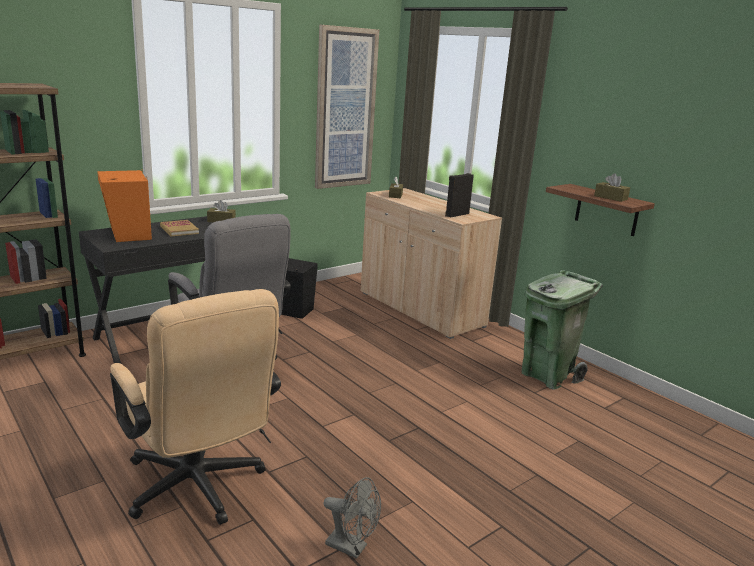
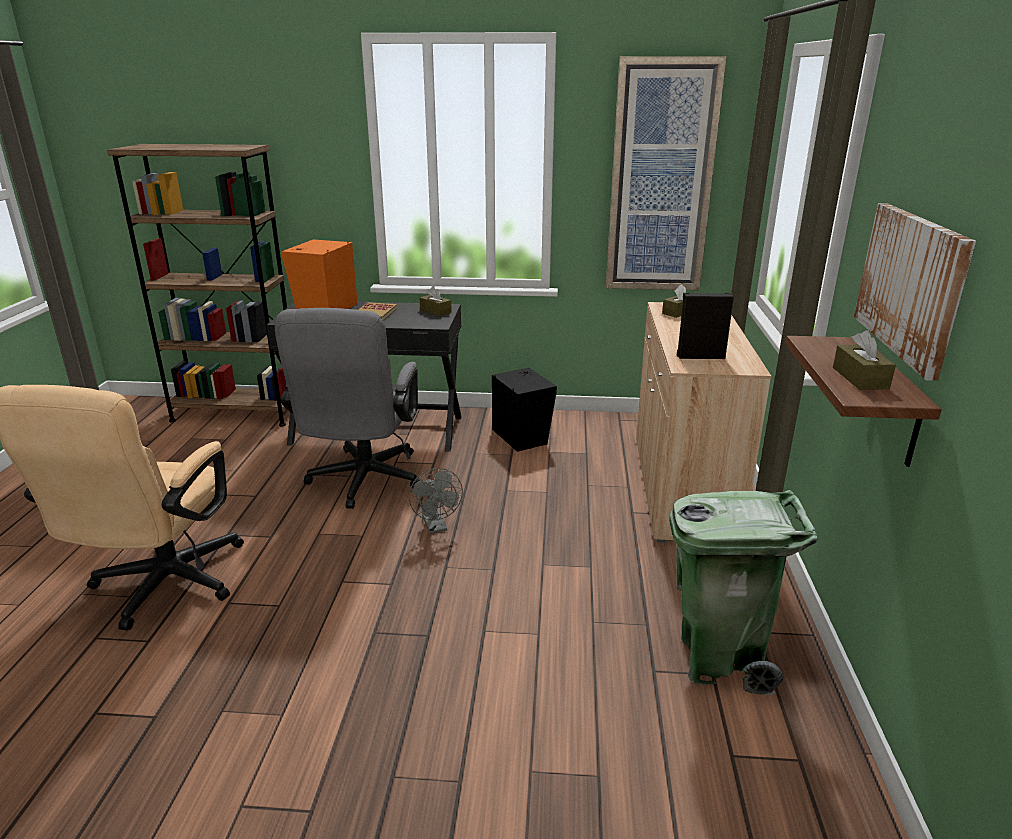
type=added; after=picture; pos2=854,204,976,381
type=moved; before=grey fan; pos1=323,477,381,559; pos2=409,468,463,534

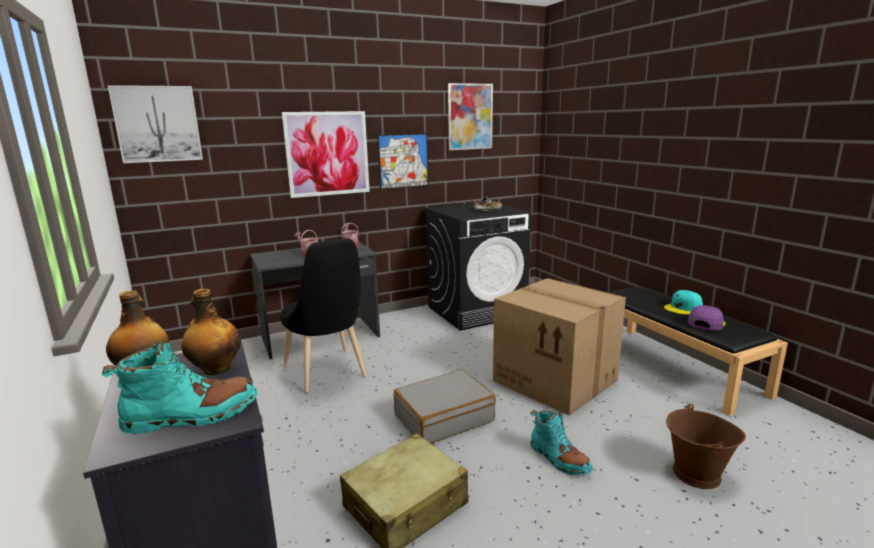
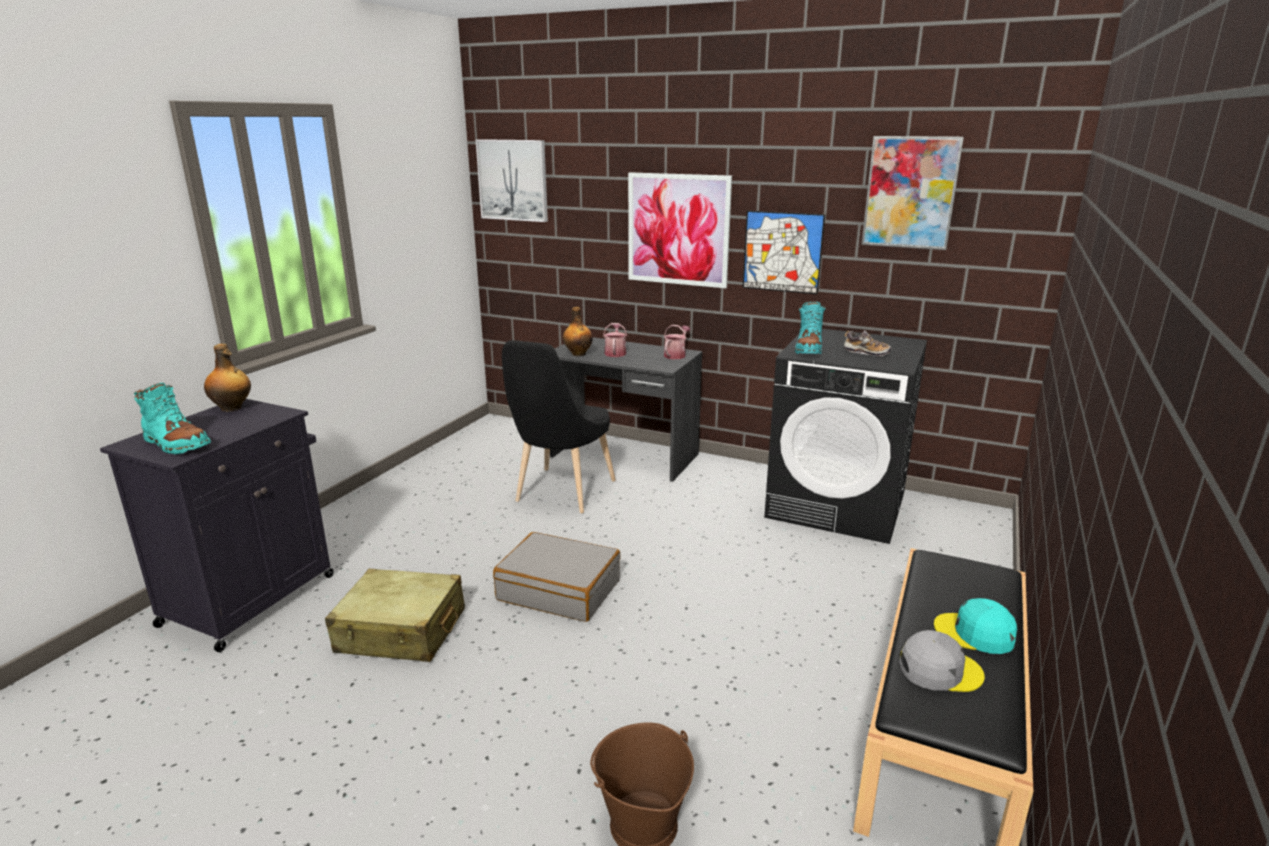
type=removed; before=cardboard box; pos1=493,278,626,415
type=moved; before=bottle; pos1=181,289,241,375; pos2=563,307,593,356
type=moved; before=turquoise boot; pos1=530,410,593,476; pos2=795,302,825,354
type=recoloured; before=purple cap; after=grey cap; pos1=688,305,726,331; pos2=899,630,985,692

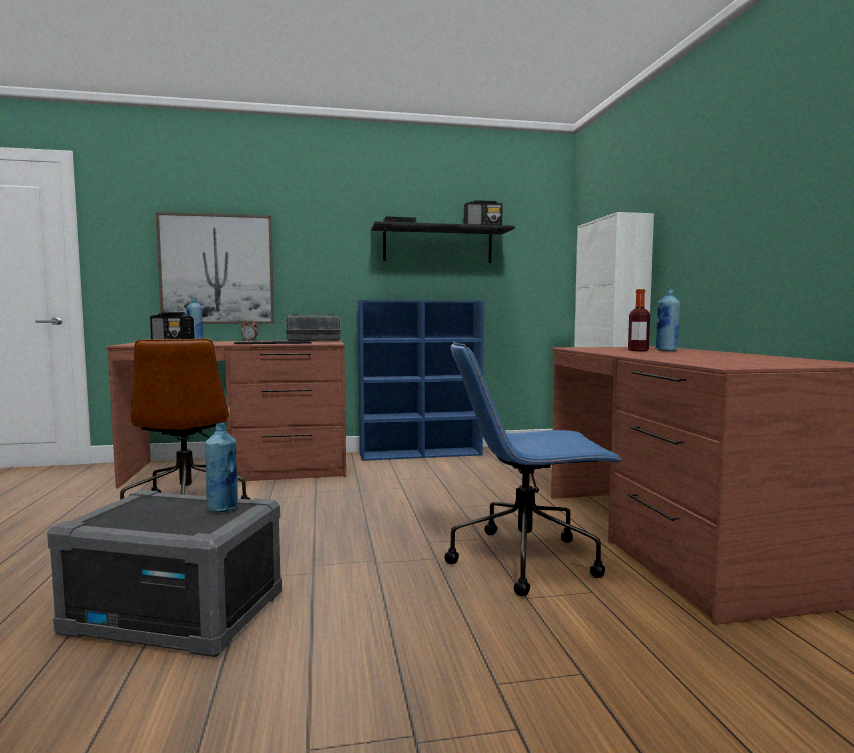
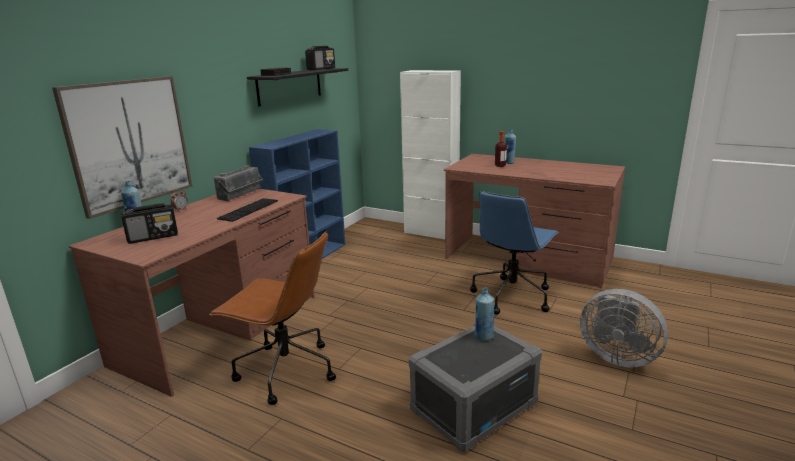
type=added; after=grey fan; pos2=580,289,668,367

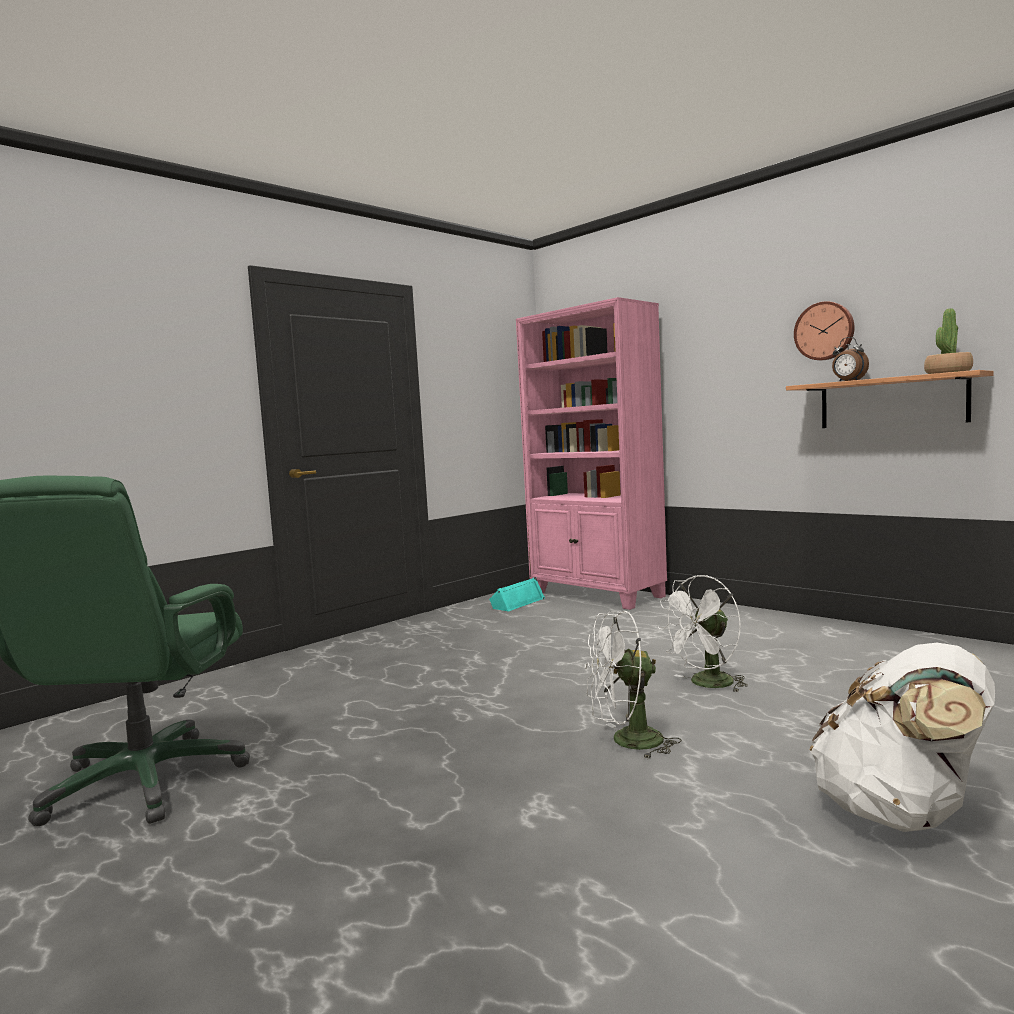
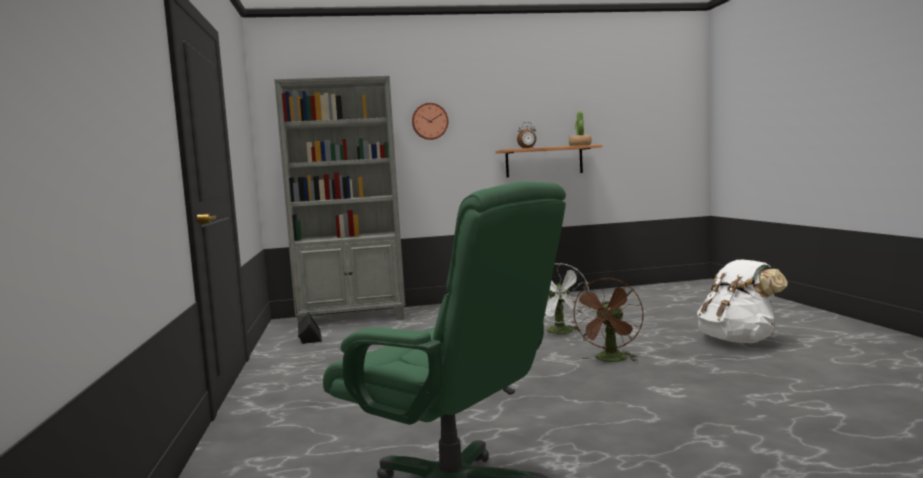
type=moved; before=wall clock; pos1=794,301,854,360; pos2=412,103,448,140
type=recoloured; before=turquoise speaker; after=black speaker; pos1=489,577,545,612; pos2=298,312,322,344
type=recoloured; before=pink bookcase; after=grey bookcase; pos1=516,297,667,610; pos2=274,76,405,323
type=recoloured; before=white fan; after=brown fan; pos1=585,610,682,760; pos2=572,278,644,362

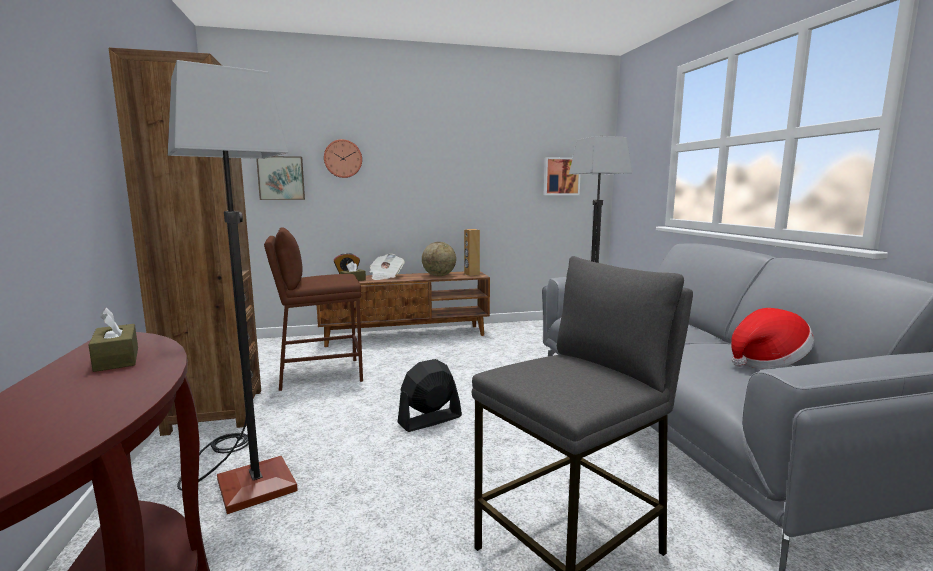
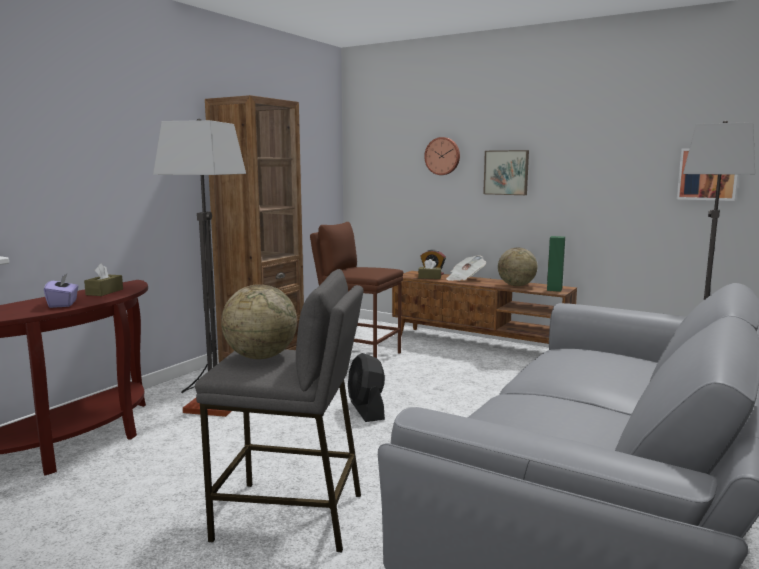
type=removed; before=hat; pos1=731,308,814,369
type=added; after=purple tissue box; pos2=44,273,79,308
type=added; after=globe; pos2=221,284,297,359
type=moved; before=picture; pos1=256,156,305,200; pos2=483,150,529,195
type=recoloured; before=brown speaker; after=green speaker; pos1=464,229,480,276; pos2=547,236,565,292
type=turned; before=black fan; pos1=397,359,462,432; pos2=348,353,385,422; turn=-120

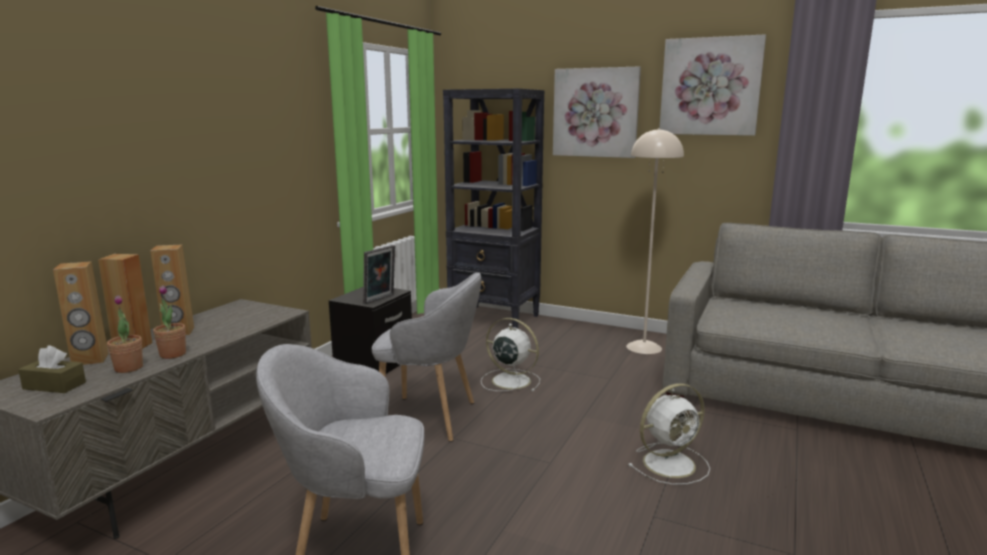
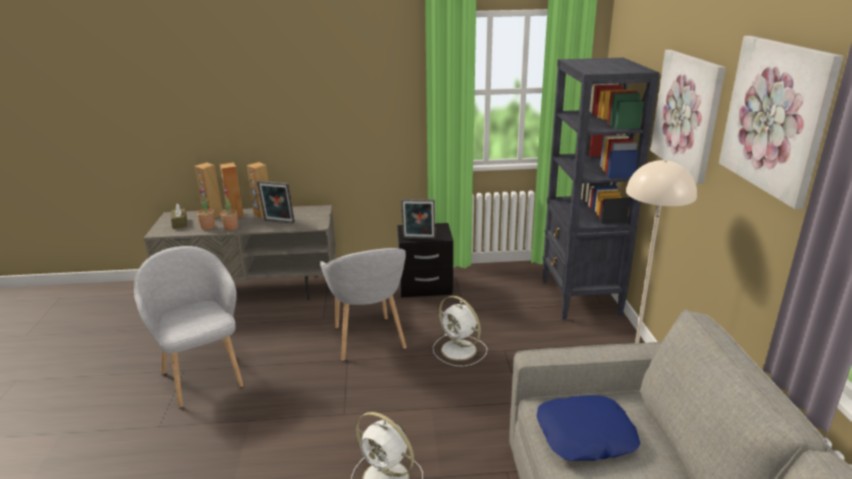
type=added; after=picture frame; pos2=257,181,295,224
type=added; after=blue pillow; pos2=536,395,641,461
type=turned; before=white fan; pos1=481,318,540,391; pos2=433,296,487,367; turn=135

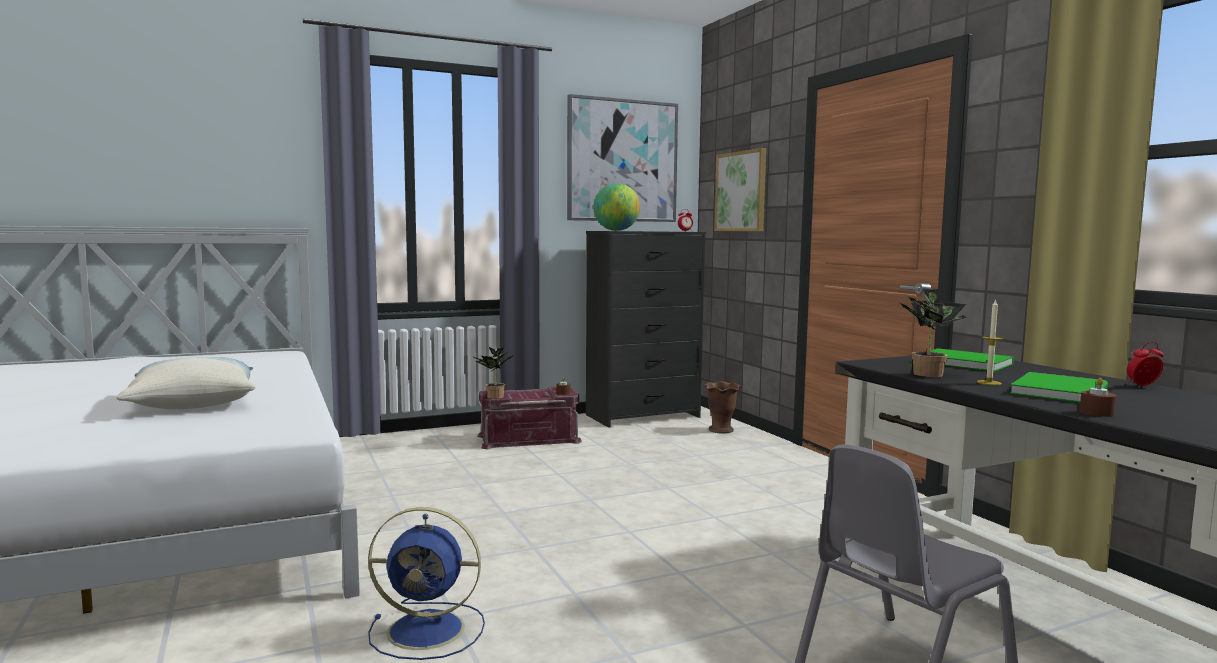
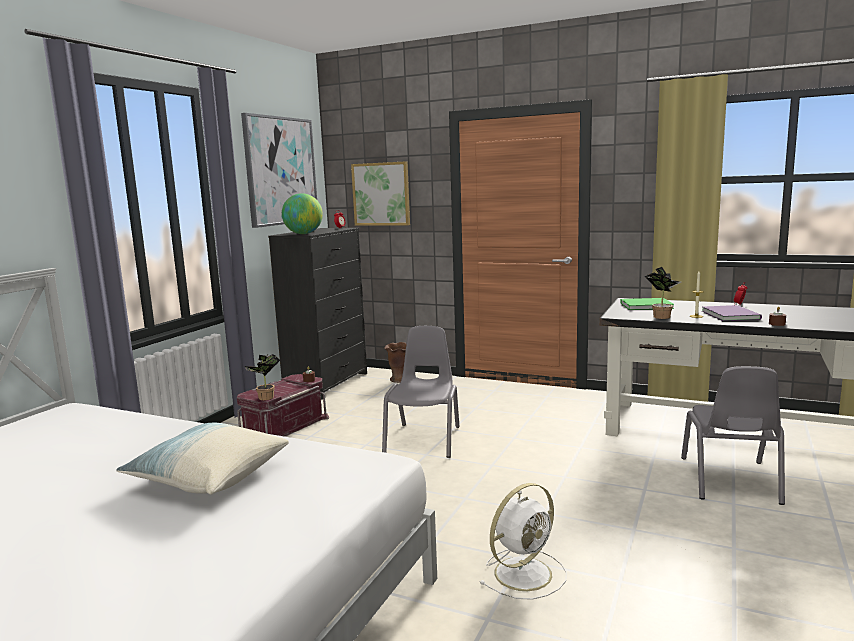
type=added; after=grey chair; pos2=382,326,459,458
type=recoloured; before=blue fan; after=white fan; pos1=368,507,485,660; pos2=479,483,567,600
type=recoloured; before=green book; after=purple book; pos1=1010,372,1108,403; pos2=702,305,762,321

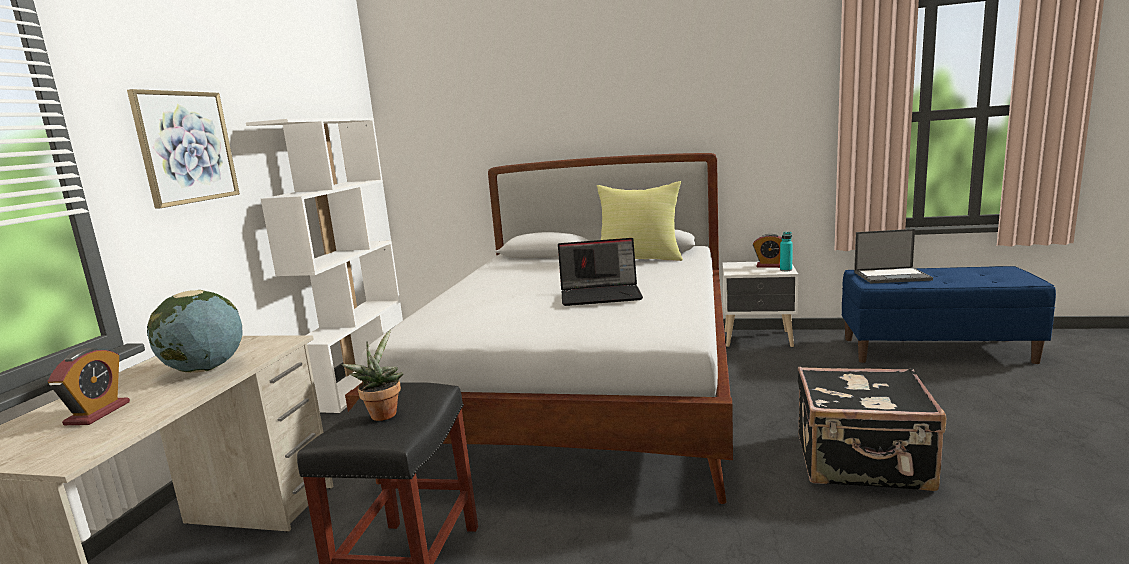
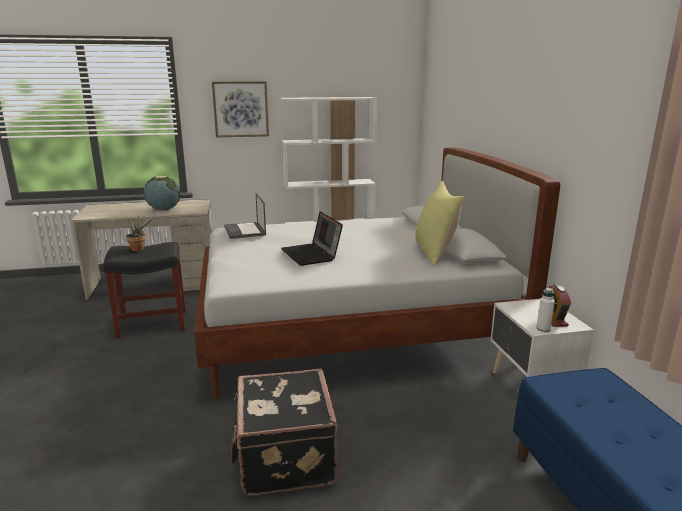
type=removed; before=alarm clock; pos1=48,348,130,425
type=moved; before=laptop; pos1=854,229,933,283; pos2=224,193,266,239
type=recoloured; before=turquoise bottle; after=white bottle; pos1=780,232,793,271; pos2=536,287,555,332

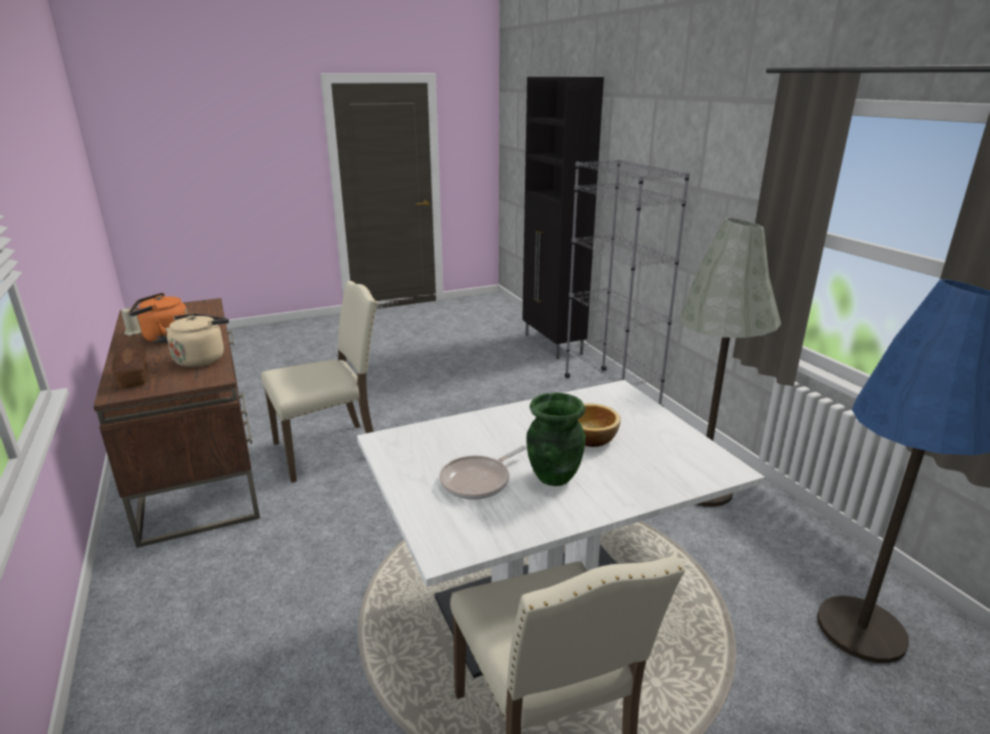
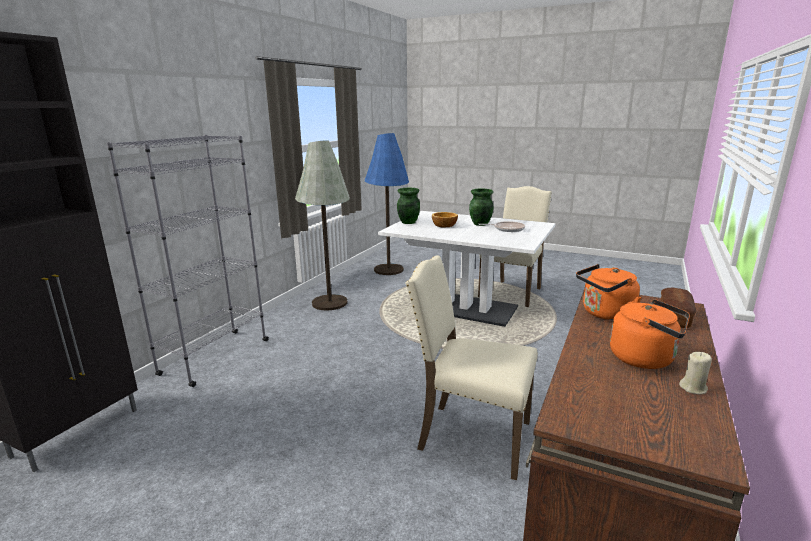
type=added; after=green vase; pos2=397,188,420,224
type=recoloured; before=beige kettle; after=orange kettle; pos1=165,313,229,367; pos2=576,264,642,320

